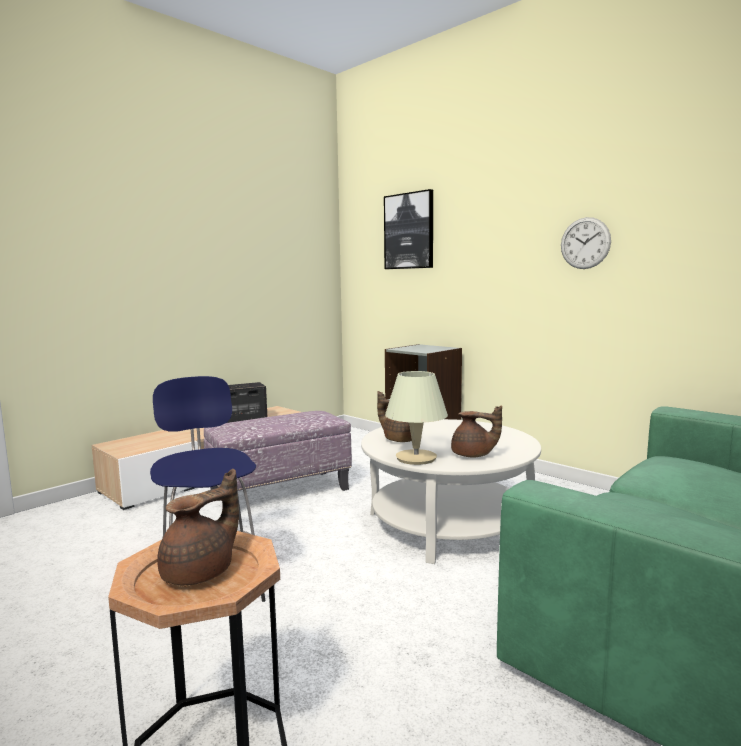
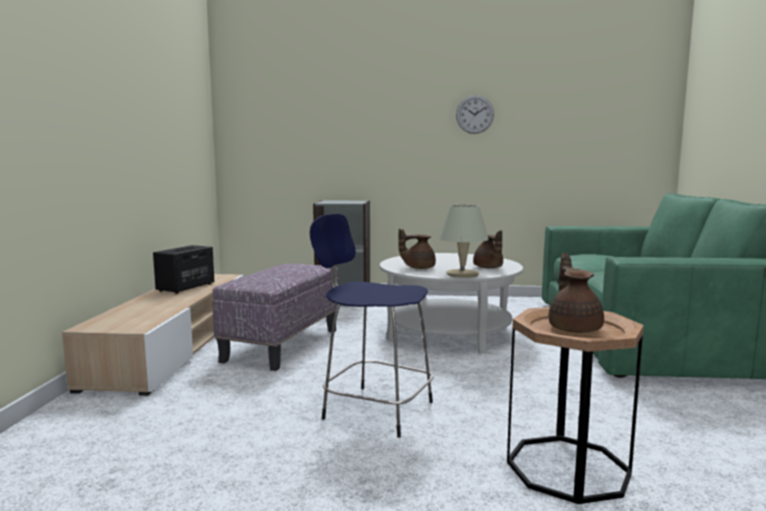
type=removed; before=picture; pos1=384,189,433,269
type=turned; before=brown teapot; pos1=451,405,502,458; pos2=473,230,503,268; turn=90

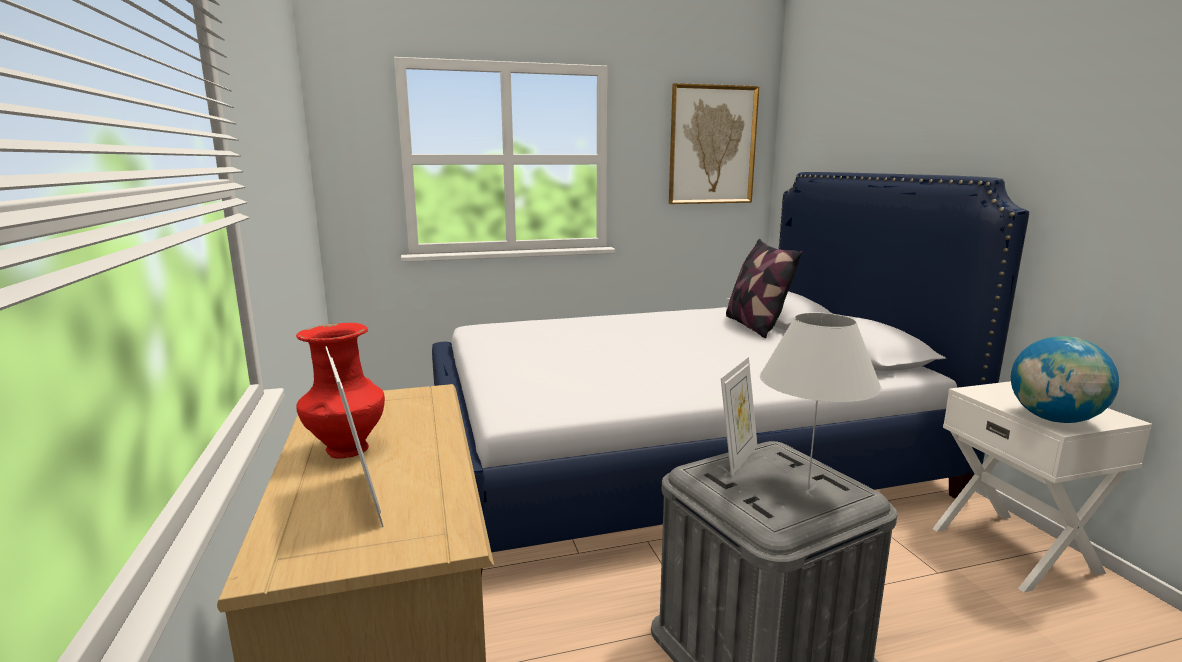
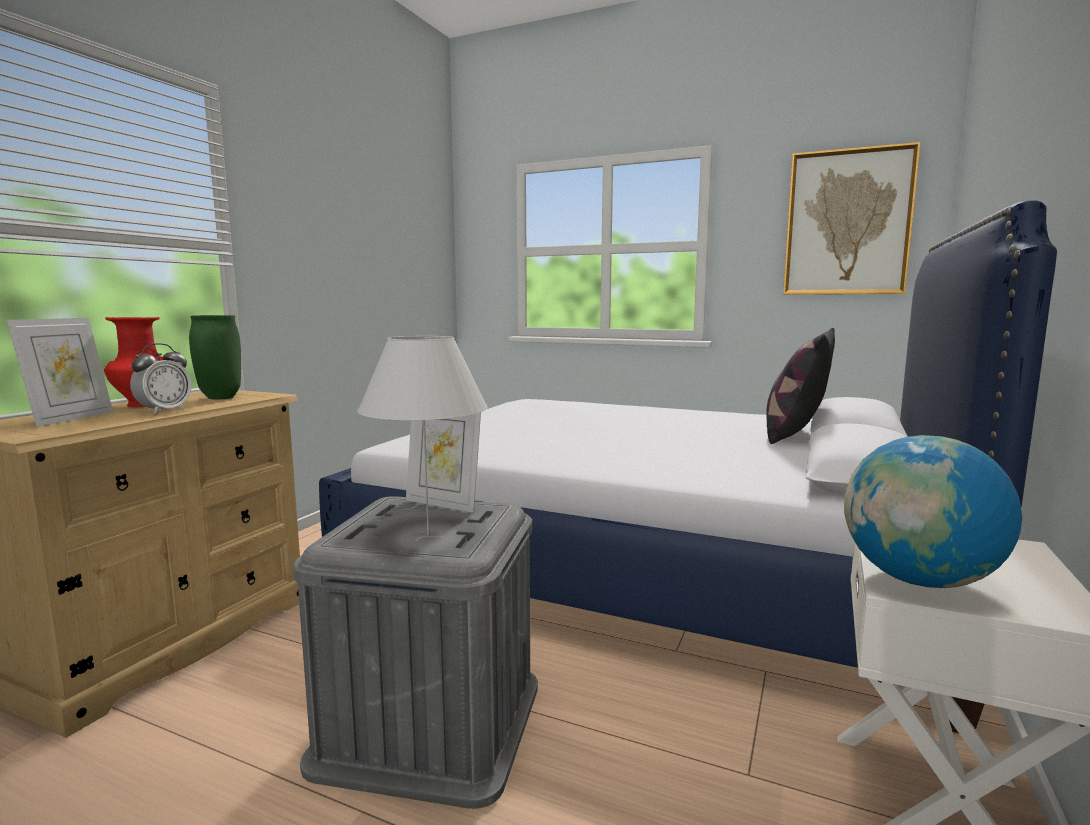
type=added; after=alarm clock; pos2=130,343,192,414
type=added; after=green vase; pos2=189,315,241,400
type=turned; before=picture frame; pos1=721,357,758,476; pos2=406,412,481,513; turn=45

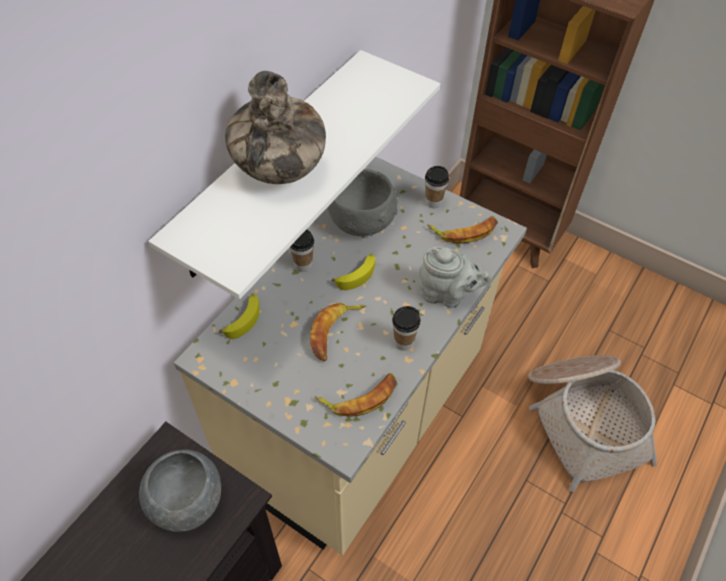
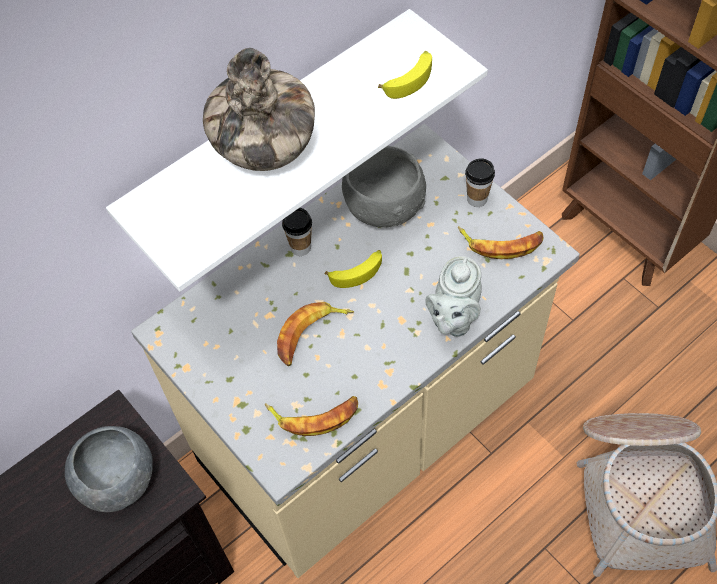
type=removed; before=cup; pos1=392,306,421,351
type=moved; before=banana; pos1=219,294,260,339; pos2=378,51,432,99
type=turned; before=grey teapot; pos1=419,246,492,308; pos2=425,256,482,337; turn=75

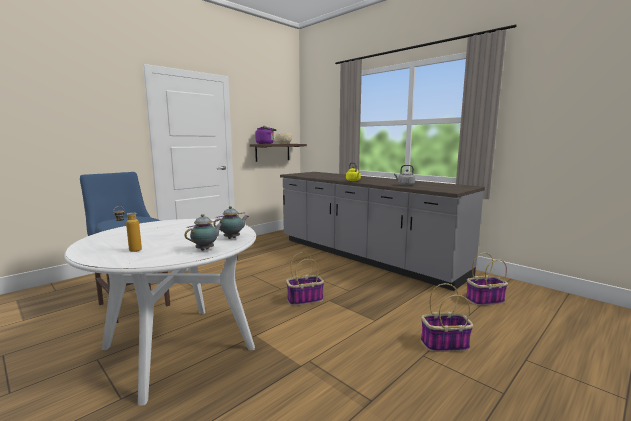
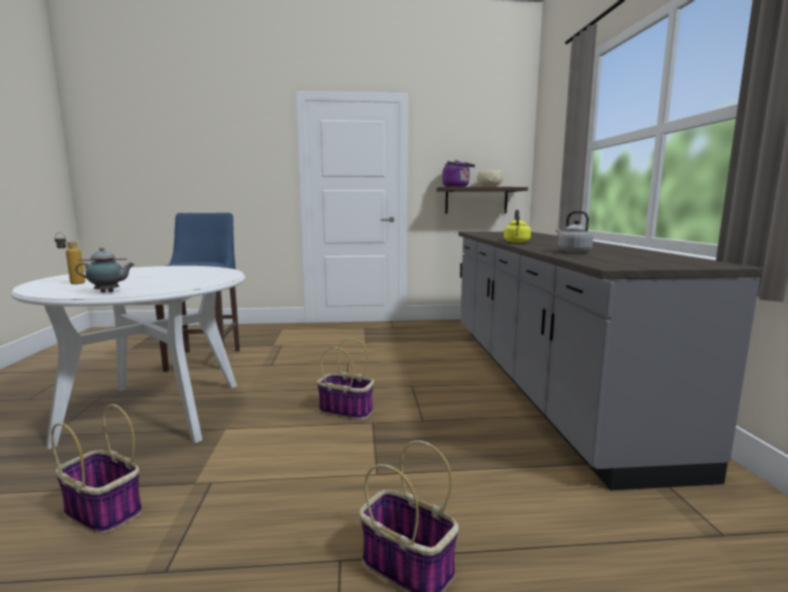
type=removed; before=teapot; pos1=213,206,249,239
type=moved; before=basket; pos1=466,253,508,306; pos2=51,404,142,534

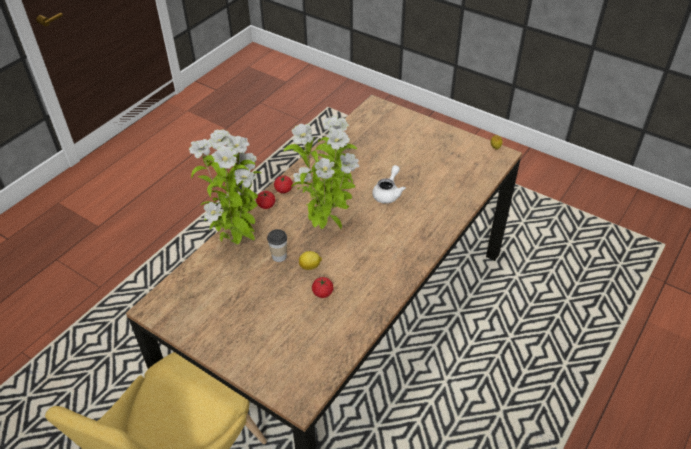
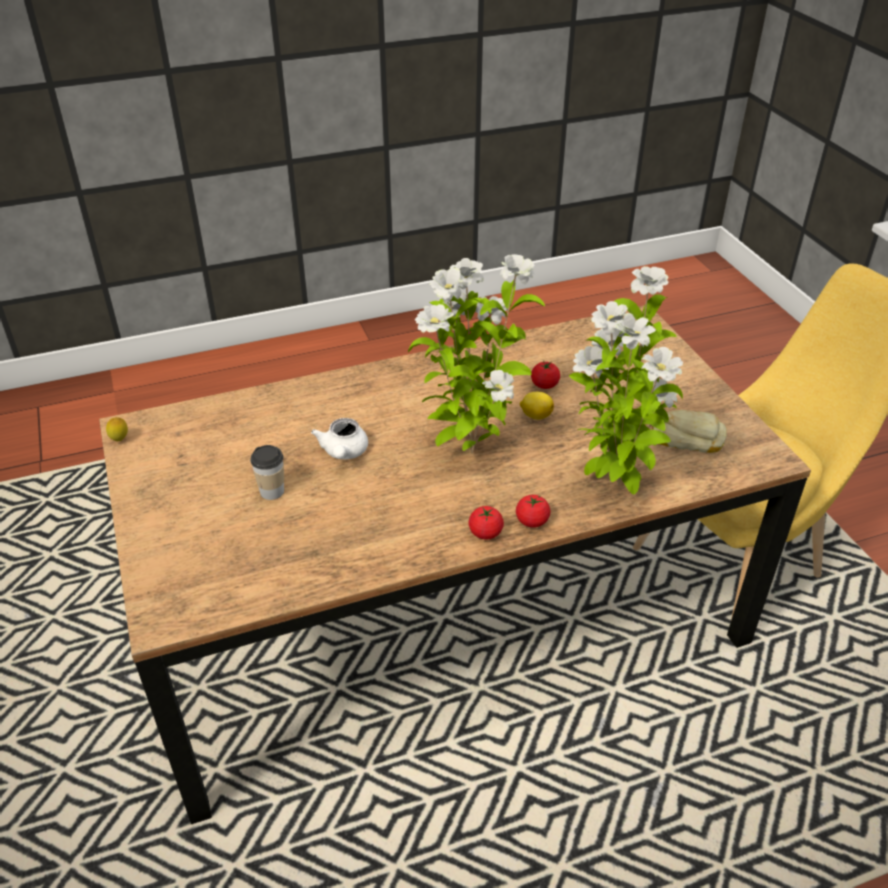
type=added; after=bread; pos2=652,410,727,453
type=moved; before=cup; pos1=267,229,287,262; pos2=250,445,284,500
type=turned; before=white teapot; pos1=372,165,406,204; pos2=311,418,368,459; turn=-60

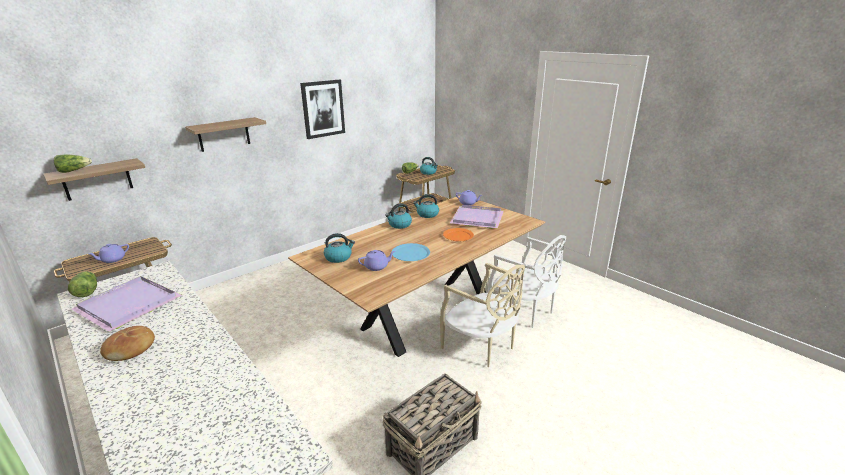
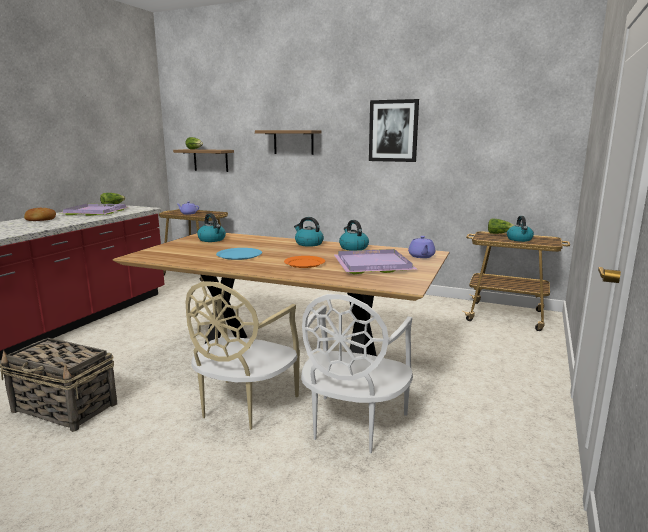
type=removed; before=purple teapot; pos1=358,250,395,271

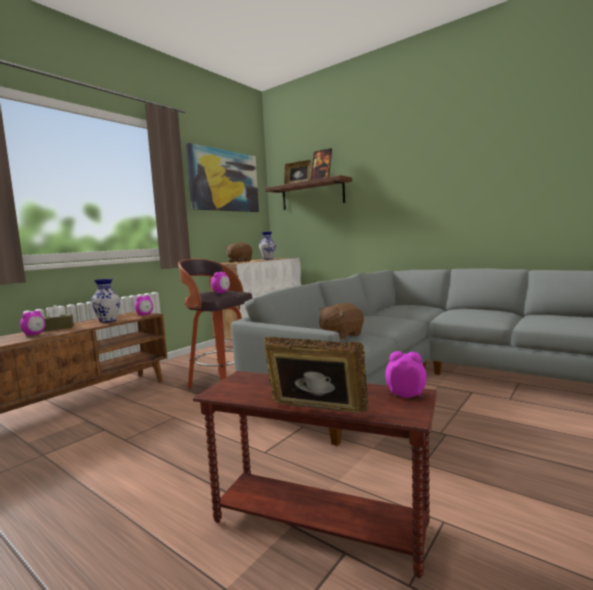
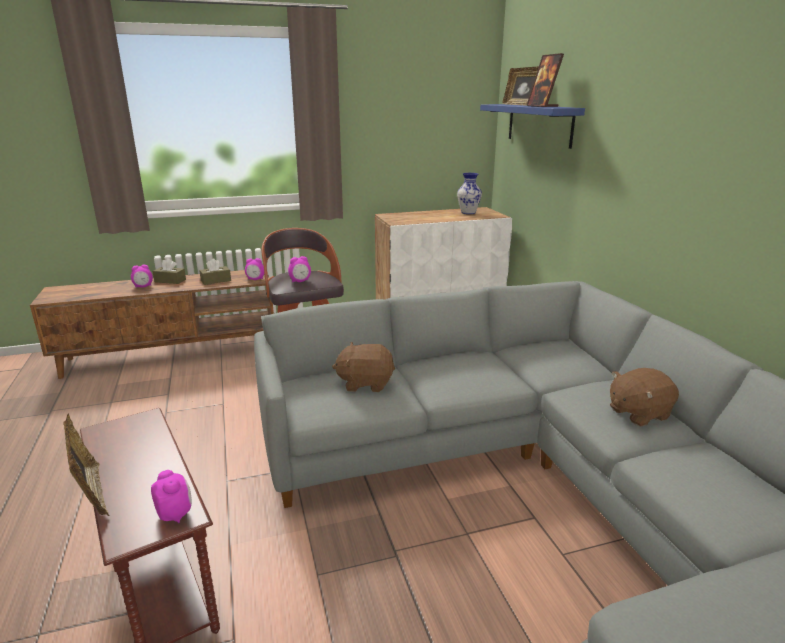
type=removed; before=picture; pos1=186,143,259,212
type=moved; before=brown plush toy; pos1=226,242,252,263; pos2=610,368,679,427
type=replaced; before=vase; after=brown tissue box; pos1=91,279,120,323; pos2=199,259,231,285
type=recoloured; before=brown shelf; after=blue shelf; pos1=265,175,352,210; pos2=480,104,585,149

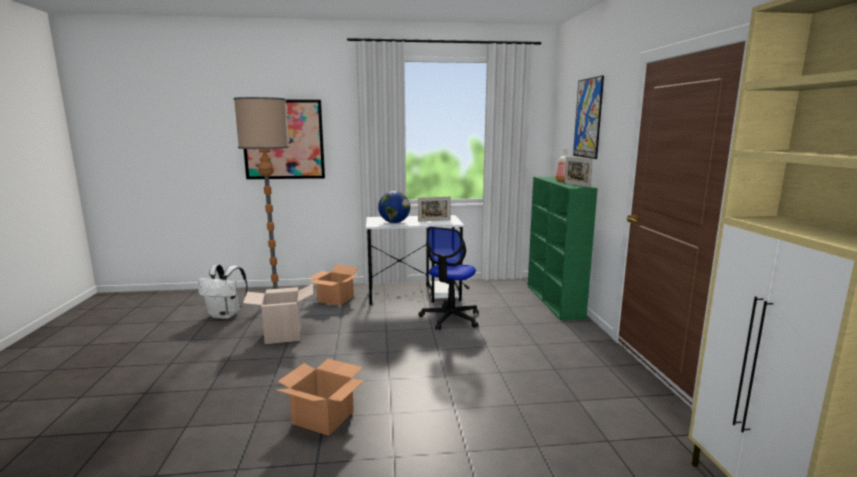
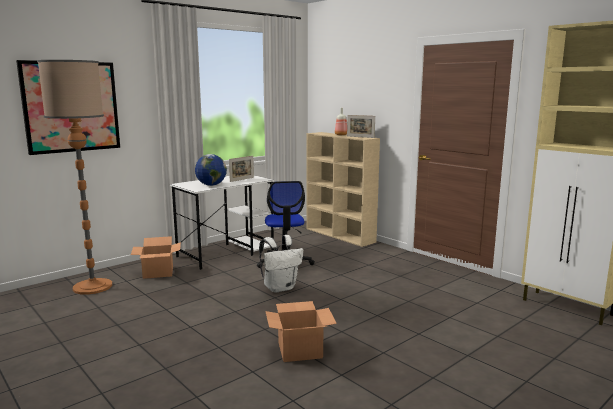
type=removed; before=cardboard box; pos1=243,284,313,344
type=removed; before=picture; pos1=573,75,604,159
type=moved; before=white backpack; pos1=198,265,248,319; pos2=259,235,303,293
type=recoloured; before=green bookcase; after=beige bookcase; pos1=528,177,598,321; pos2=306,132,380,247

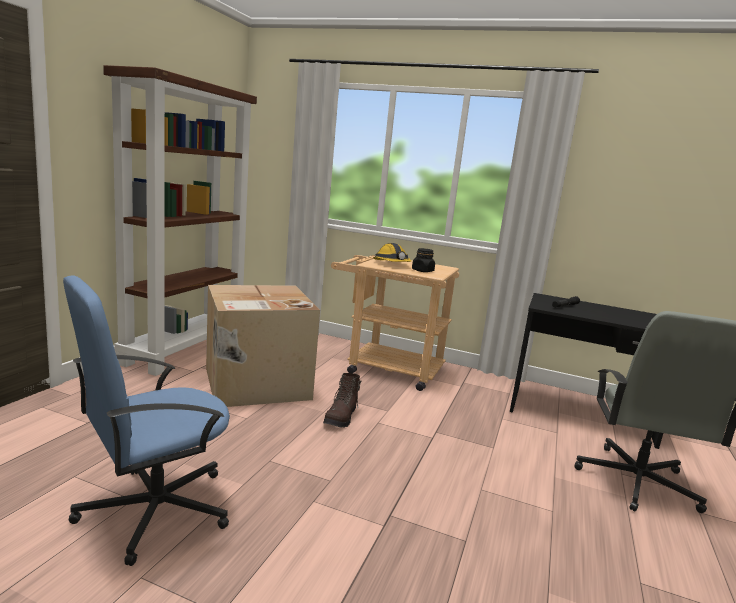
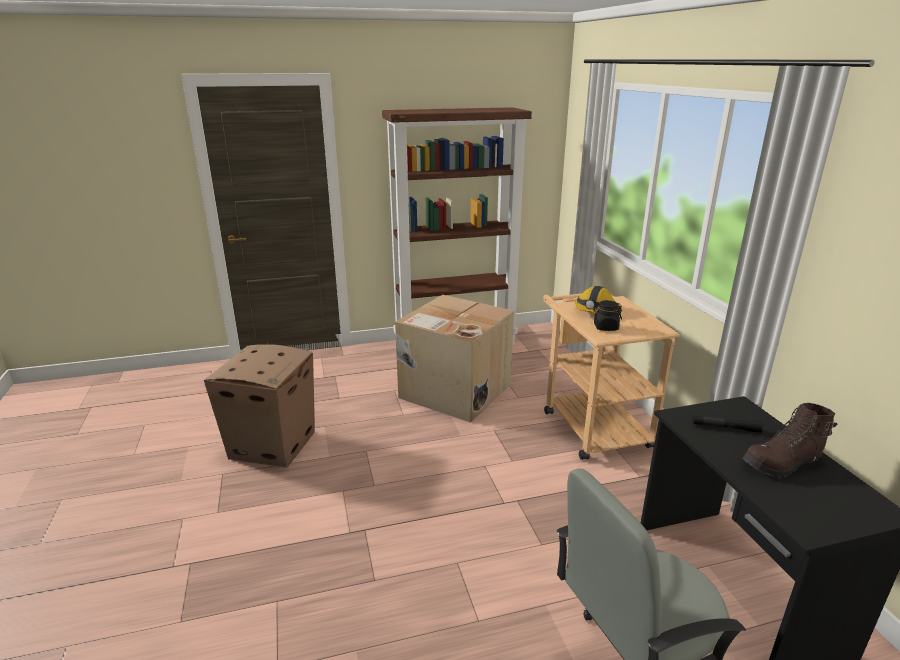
type=moved; before=brown boot; pos1=323,373,362,428; pos2=742,403,838,478
type=replaced; before=blue office chair; after=cardboard box; pos1=63,275,230,566; pos2=204,344,315,468

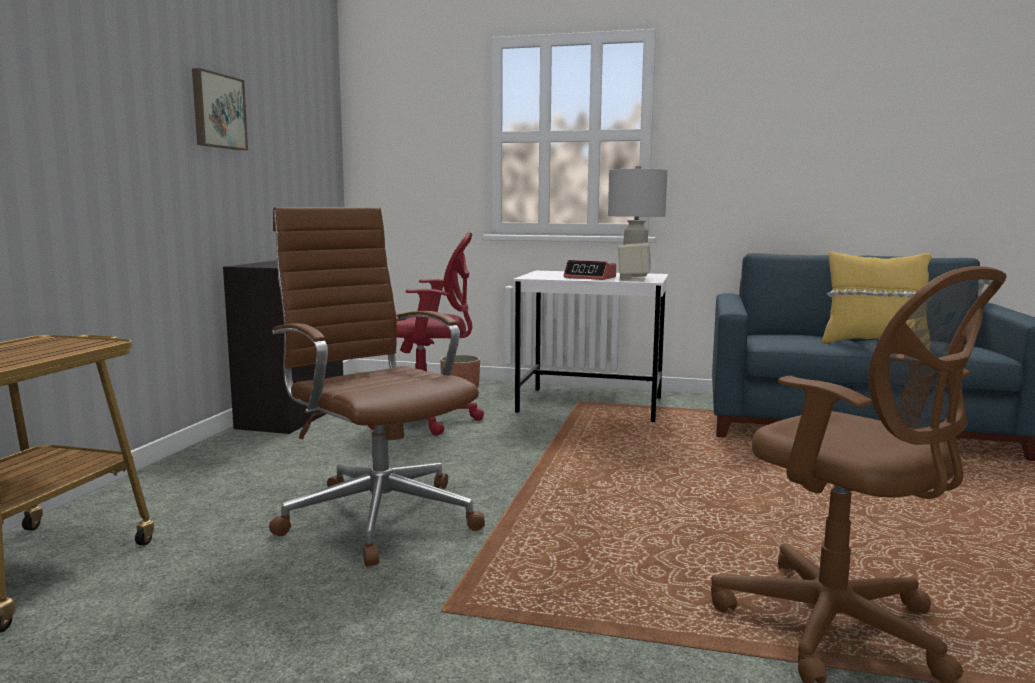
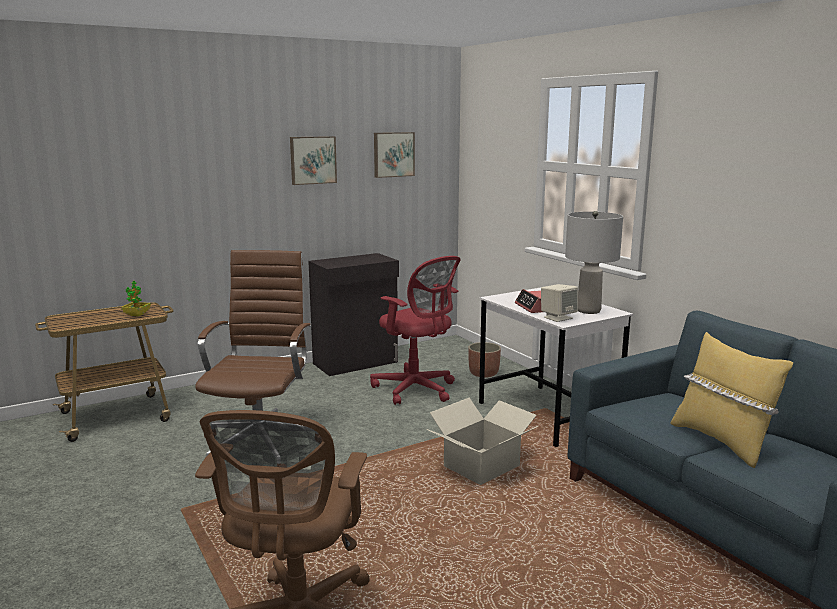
type=added; after=potted plant; pos2=121,281,151,316
type=added; after=picture; pos2=374,132,415,178
type=added; after=cardboard box; pos2=427,398,538,485

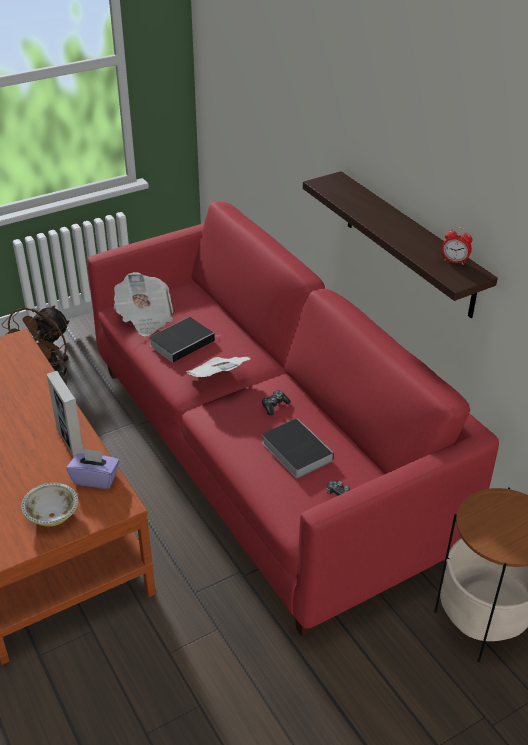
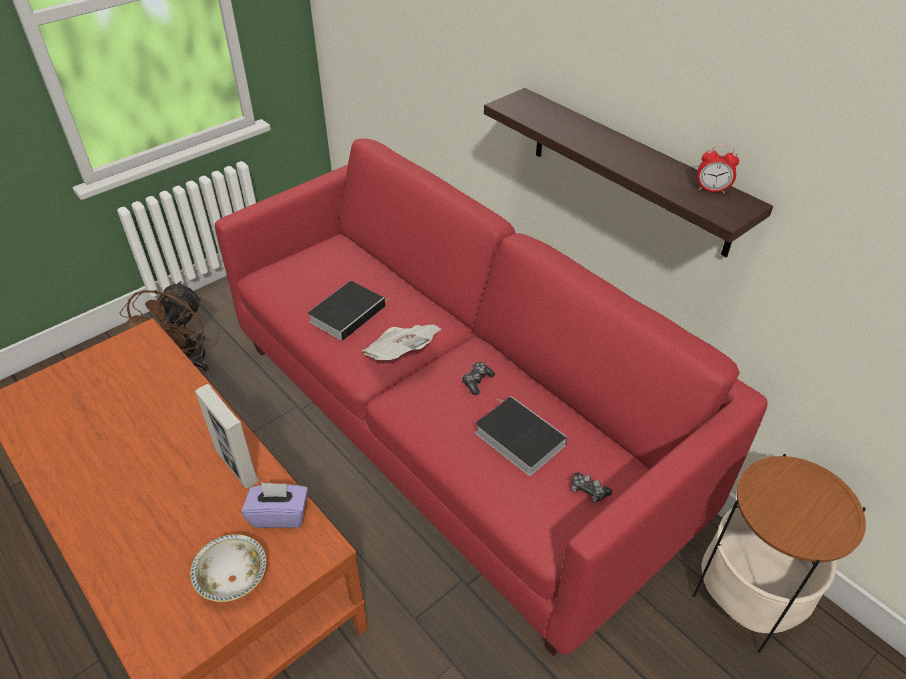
type=removed; before=newspaper; pos1=114,272,173,337

